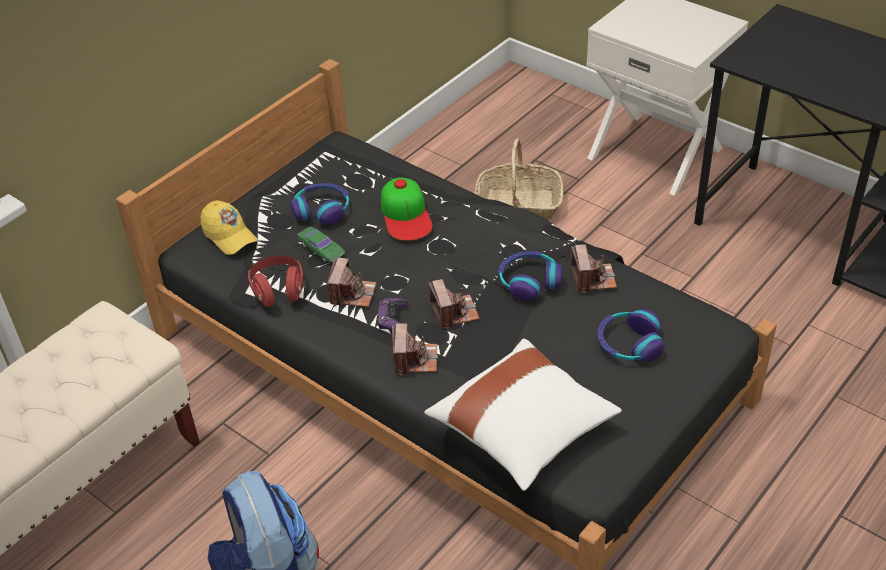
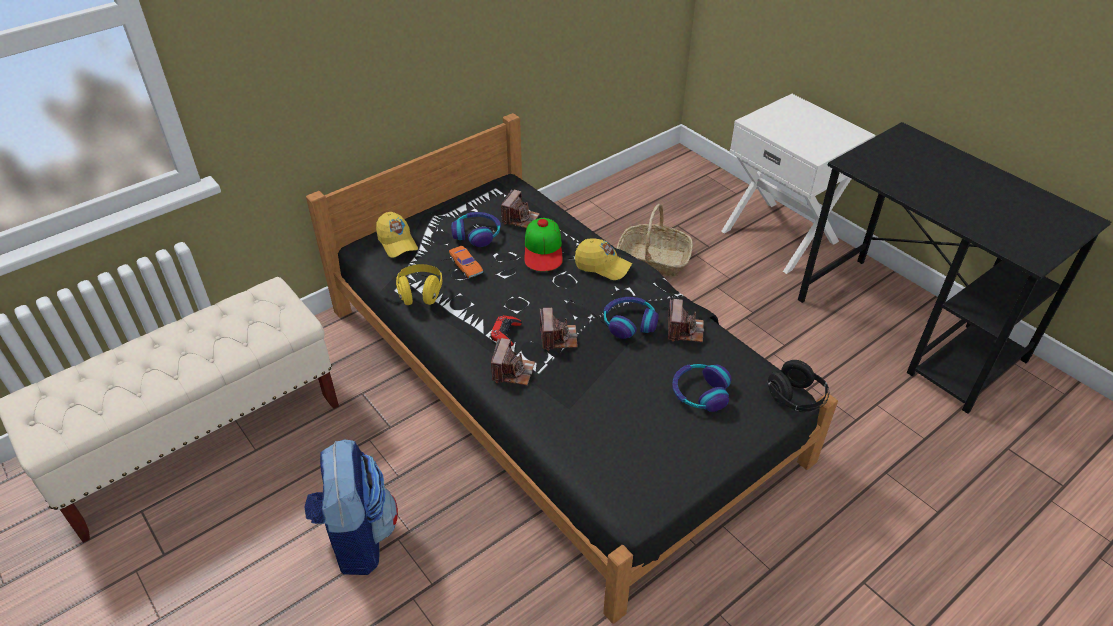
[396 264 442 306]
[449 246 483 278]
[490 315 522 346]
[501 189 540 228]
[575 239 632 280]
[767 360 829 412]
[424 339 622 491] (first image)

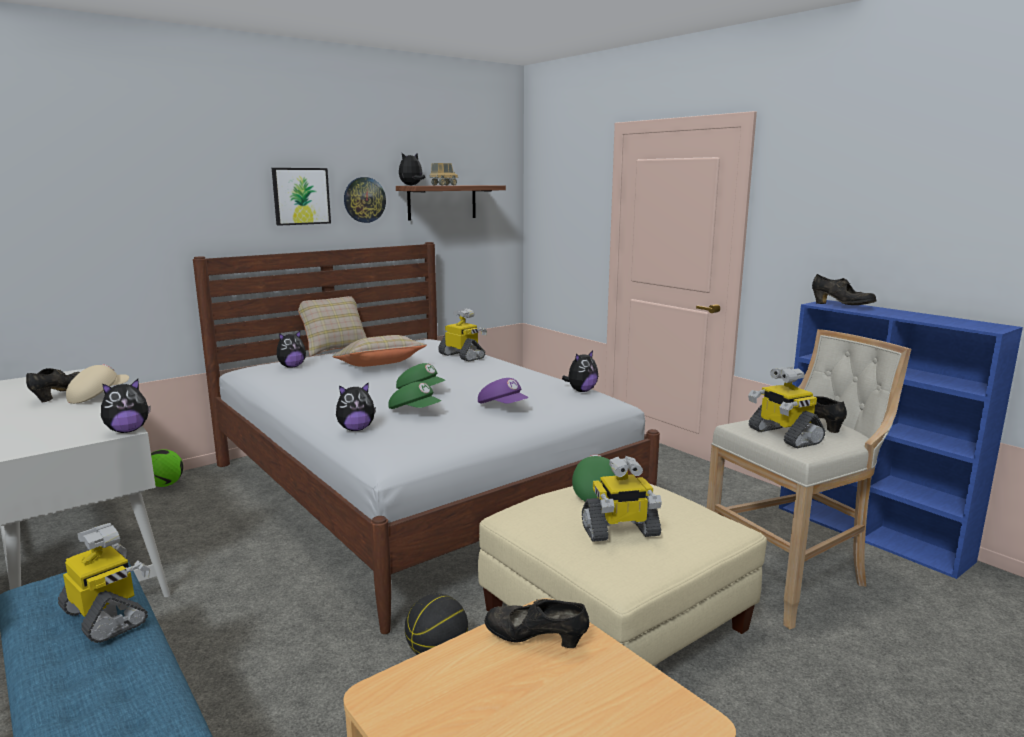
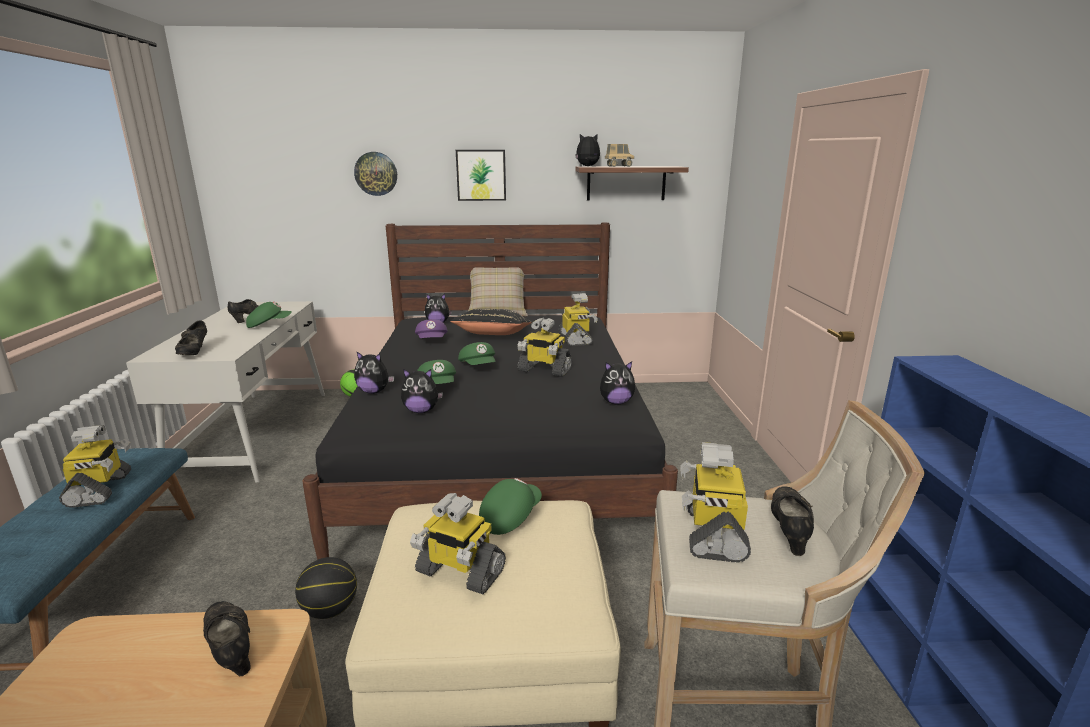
[175 320 207 355]
[246 302 292 328]
[302 222 678 560]
[354 152 397 196]
[401 369 443 413]
[415 319 448 338]
[450 309 532 335]
[517 317 572 377]

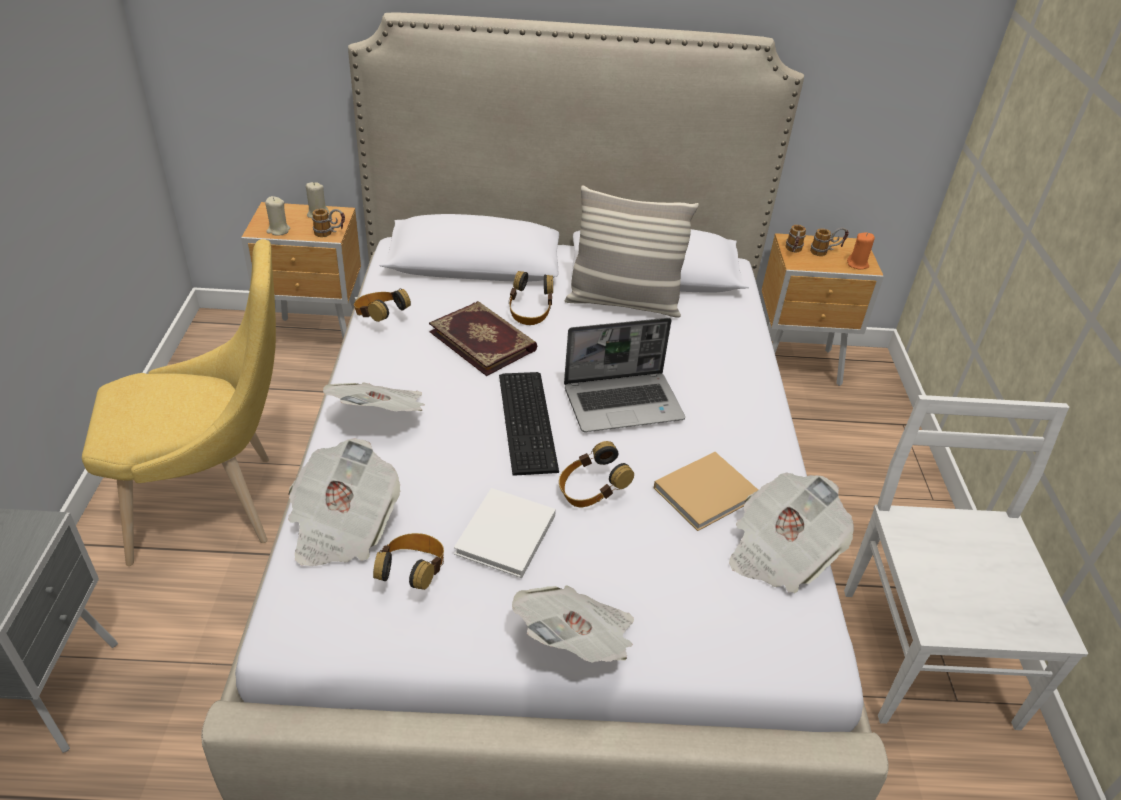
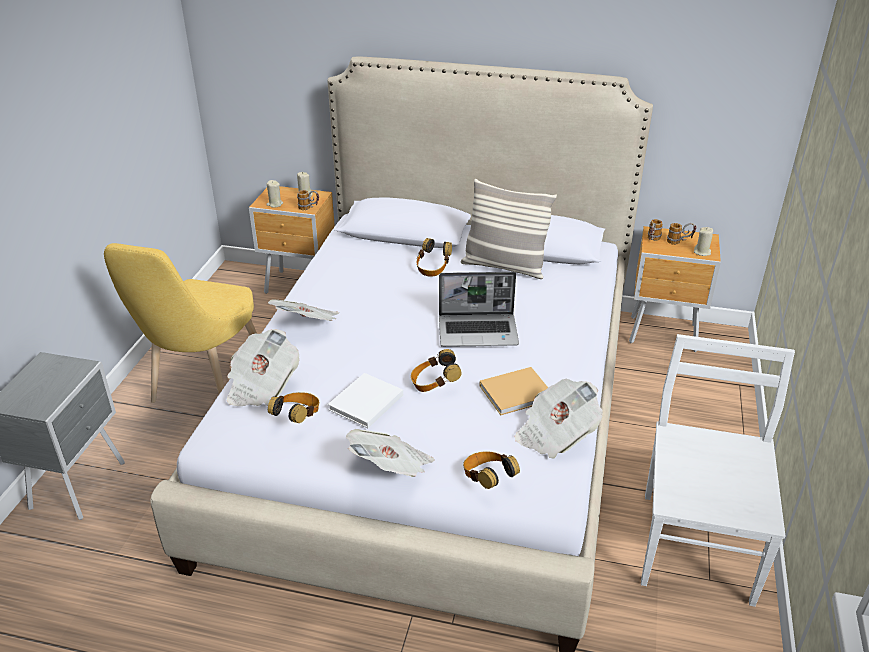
[104 243 257 403]
[463 451 520 489]
[694 227 713 256]
[429 301 537 376] (first image)
[499 372 559 476] (first image)

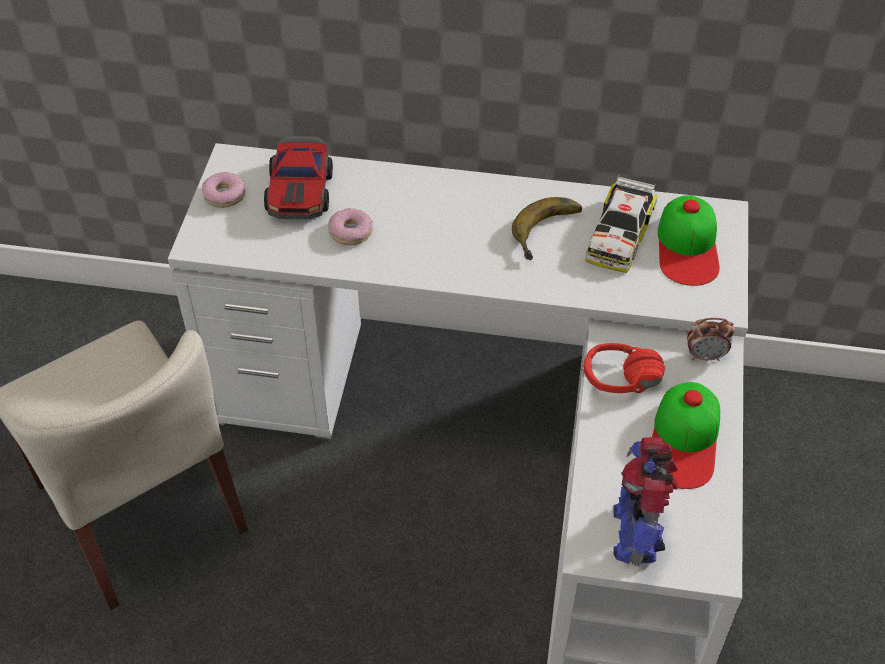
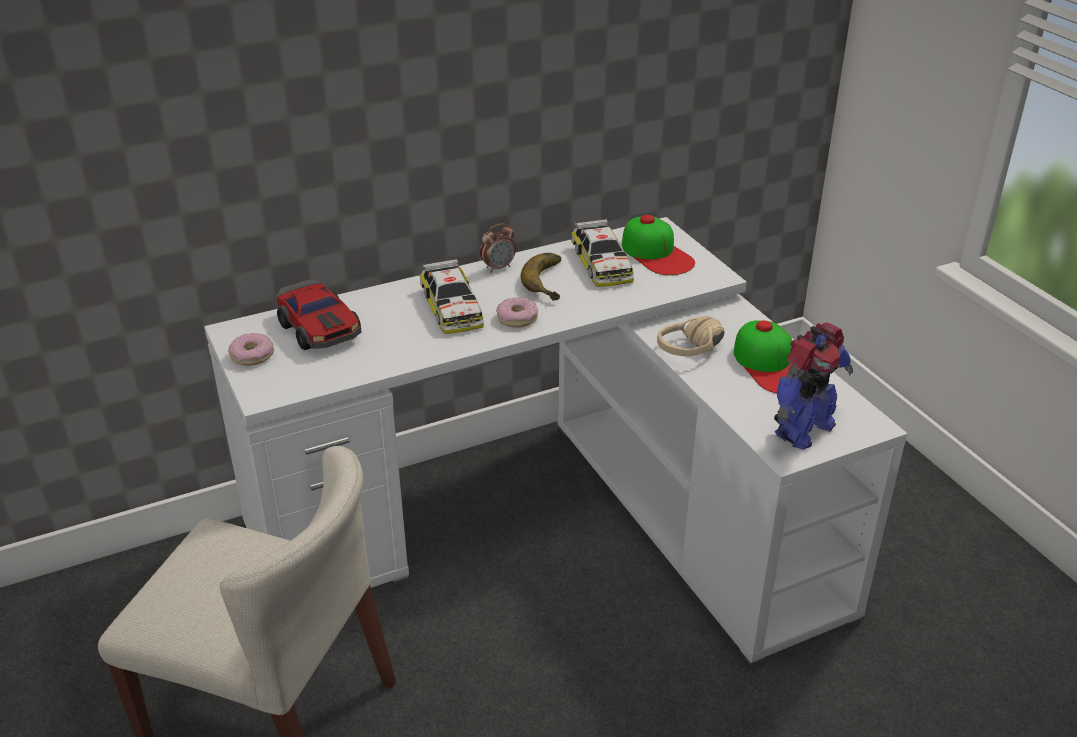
[420 258 484 334]
[480 223 516 273]
[496 297 538 327]
[657 316 725 357]
[774 322 853 450]

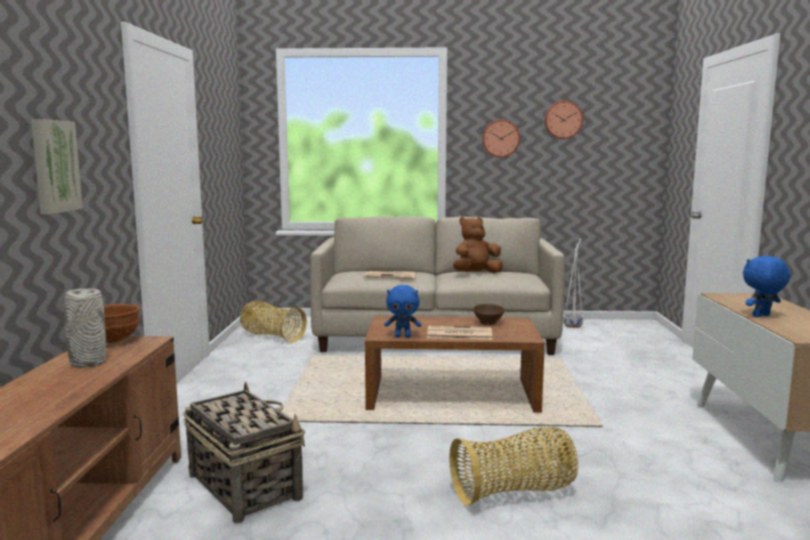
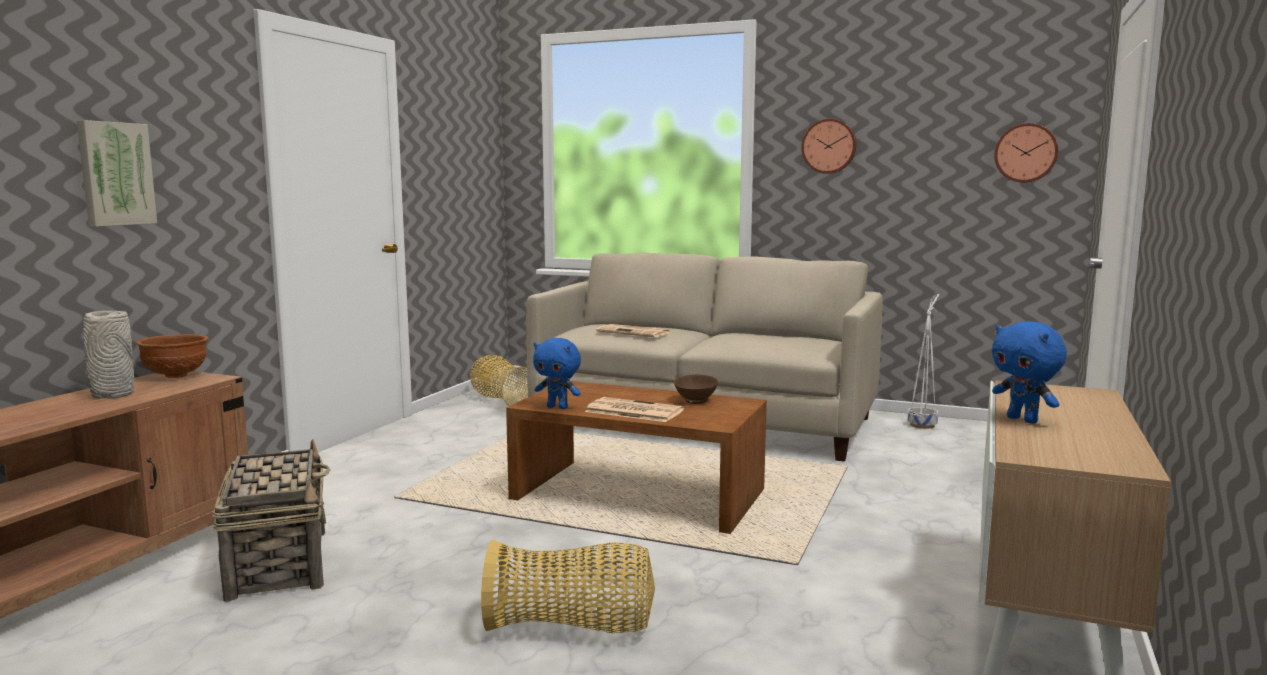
[992 321 1067 424]
[994 123 1058 182]
[453 217 503 273] (first image)

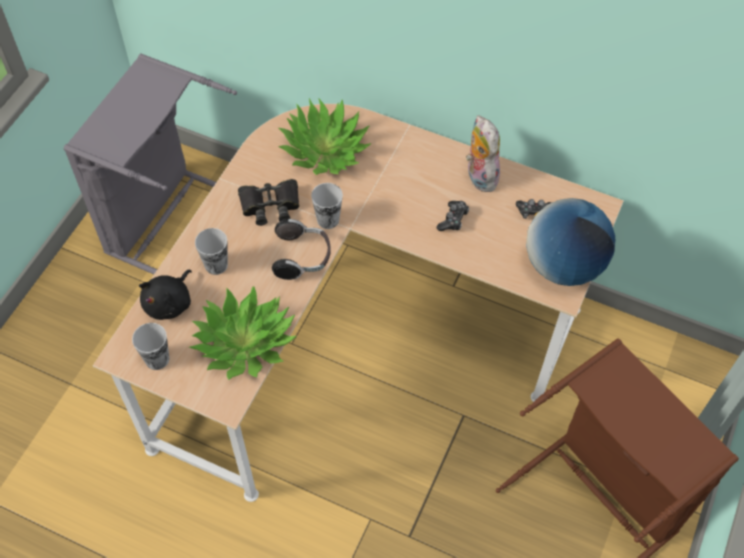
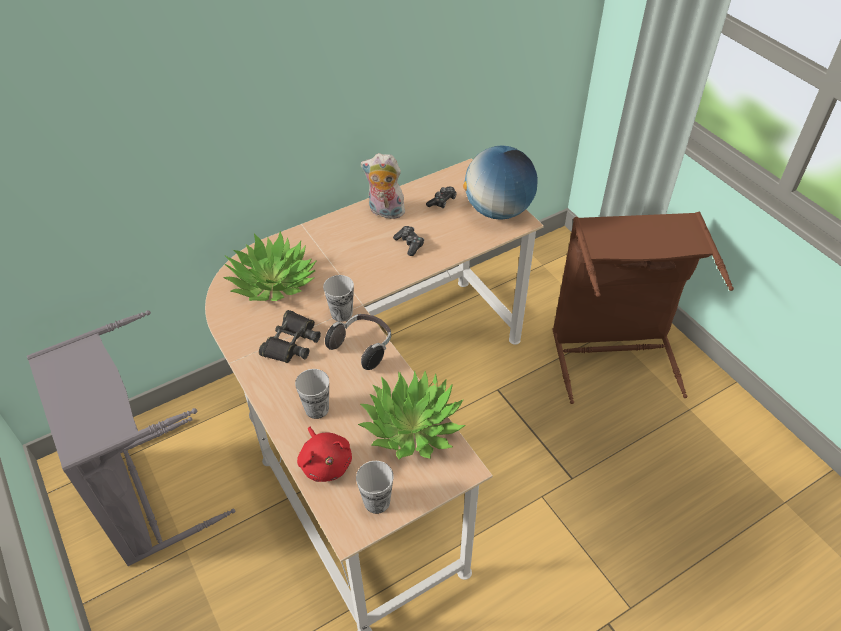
[297 427 352 482]

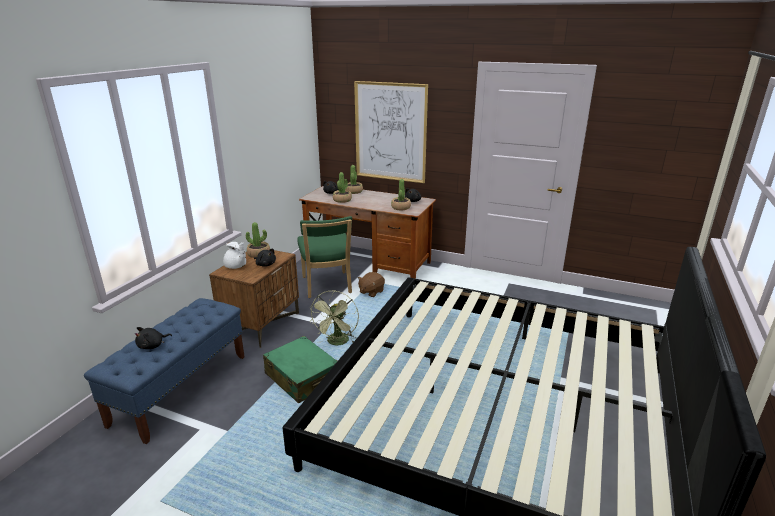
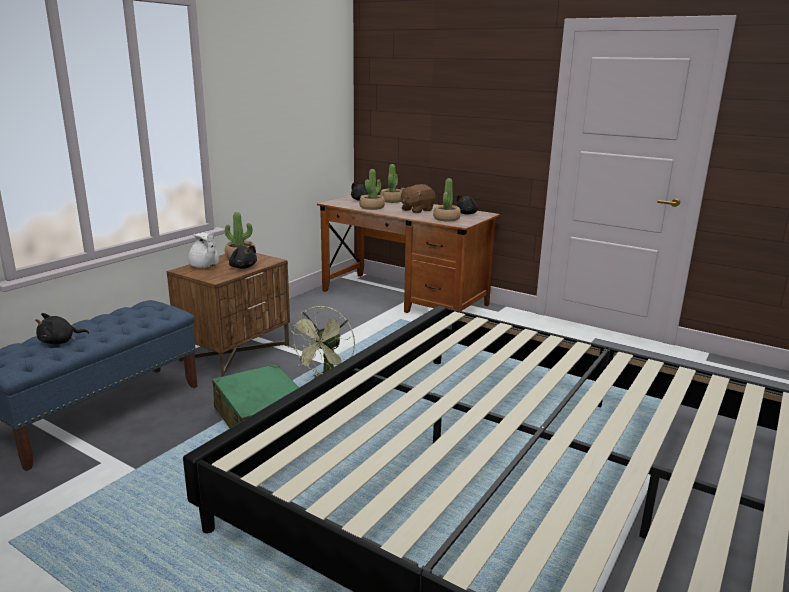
[401 184 435 213]
[297 216 352 298] (first image)
[354 81 428 183] (first image)

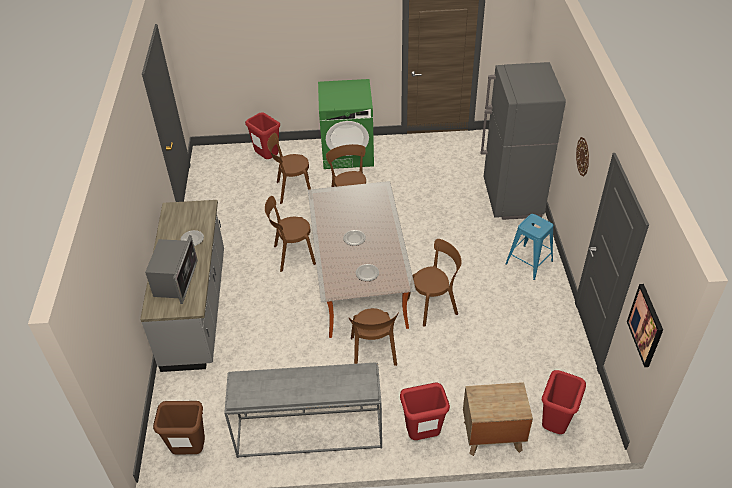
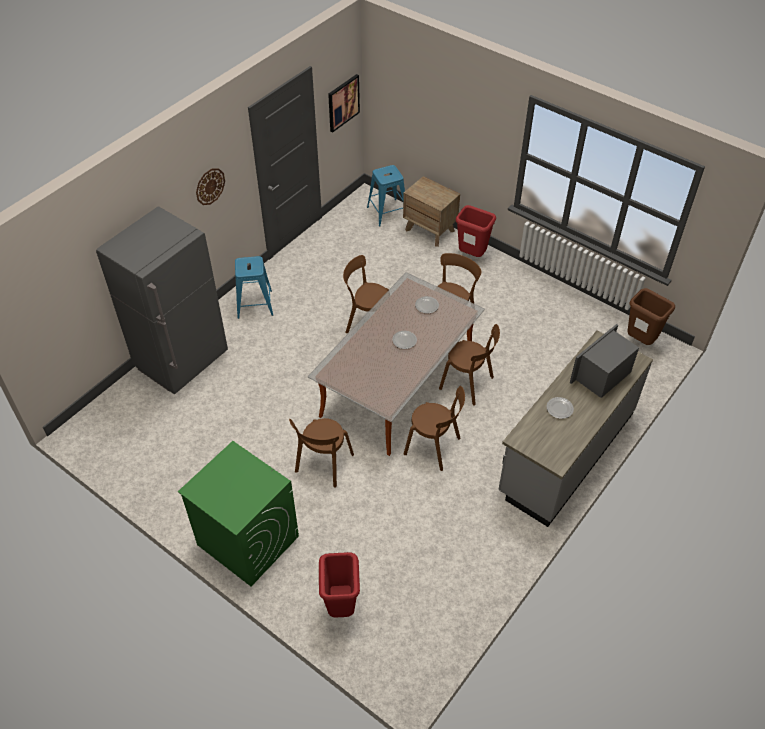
[367 165 405 227]
[439 324 500 405]
[224 362 382 458] (first image)

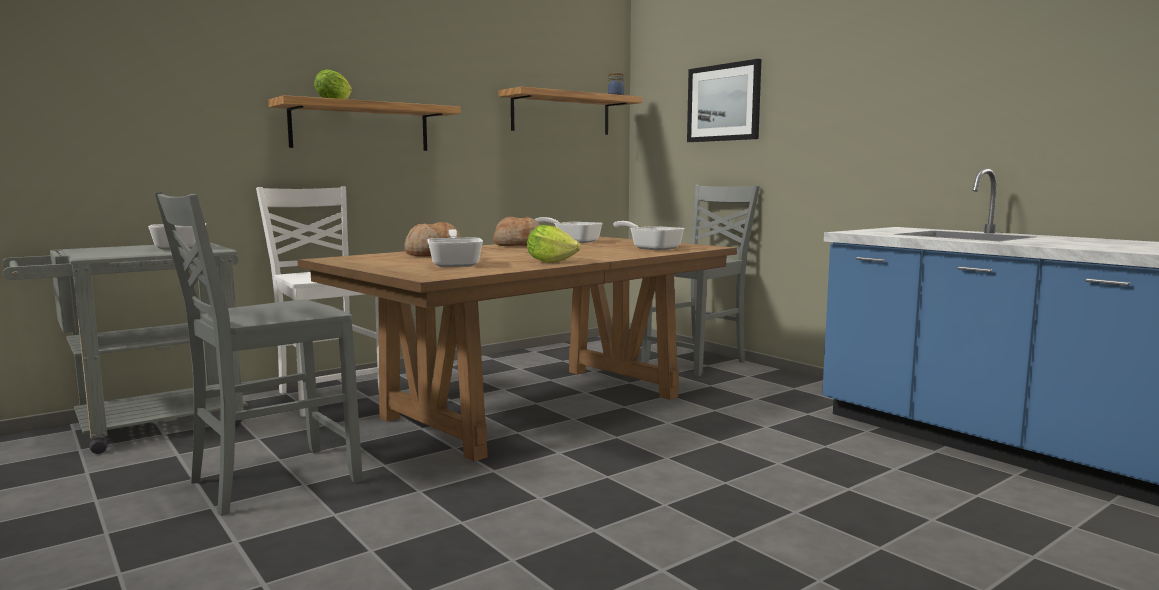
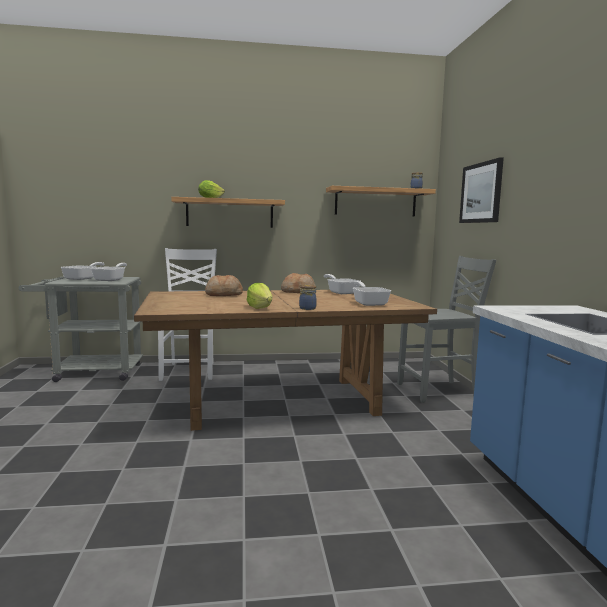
[61 262 105 280]
[299 285 317 310]
[155 192 362 516] (first image)

